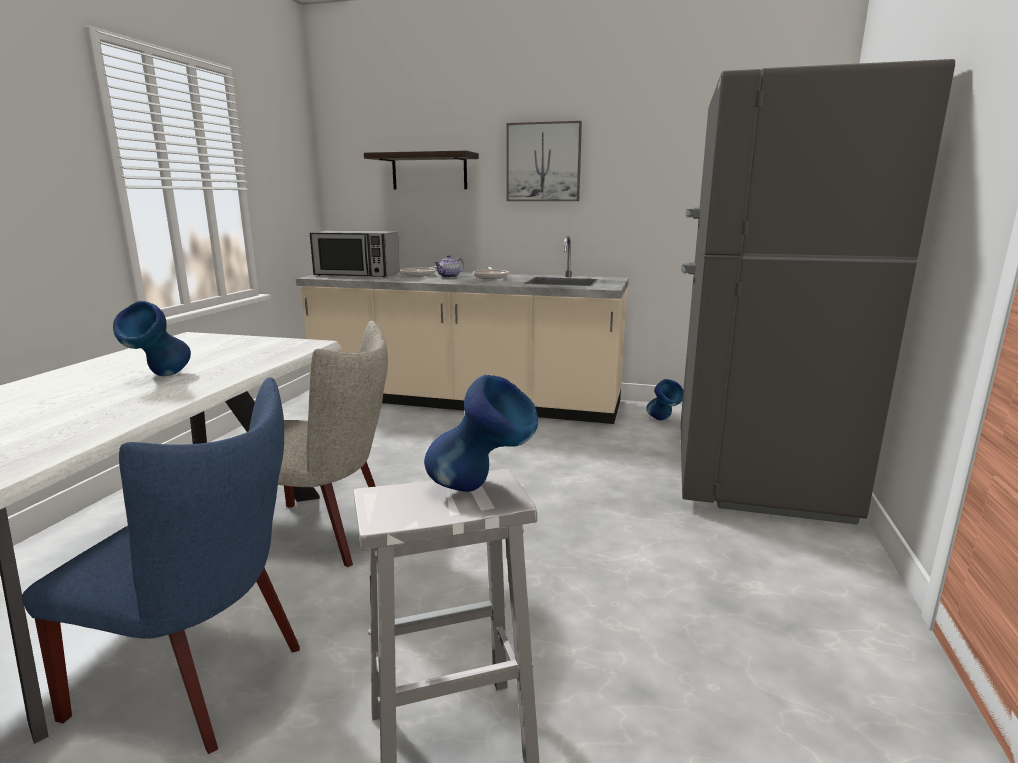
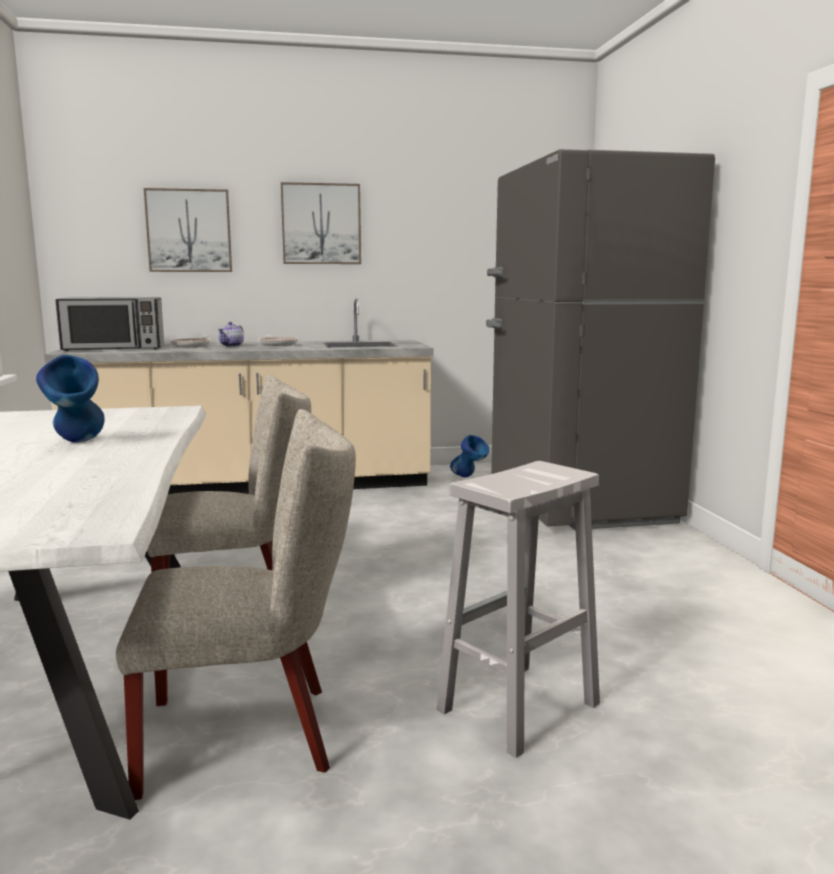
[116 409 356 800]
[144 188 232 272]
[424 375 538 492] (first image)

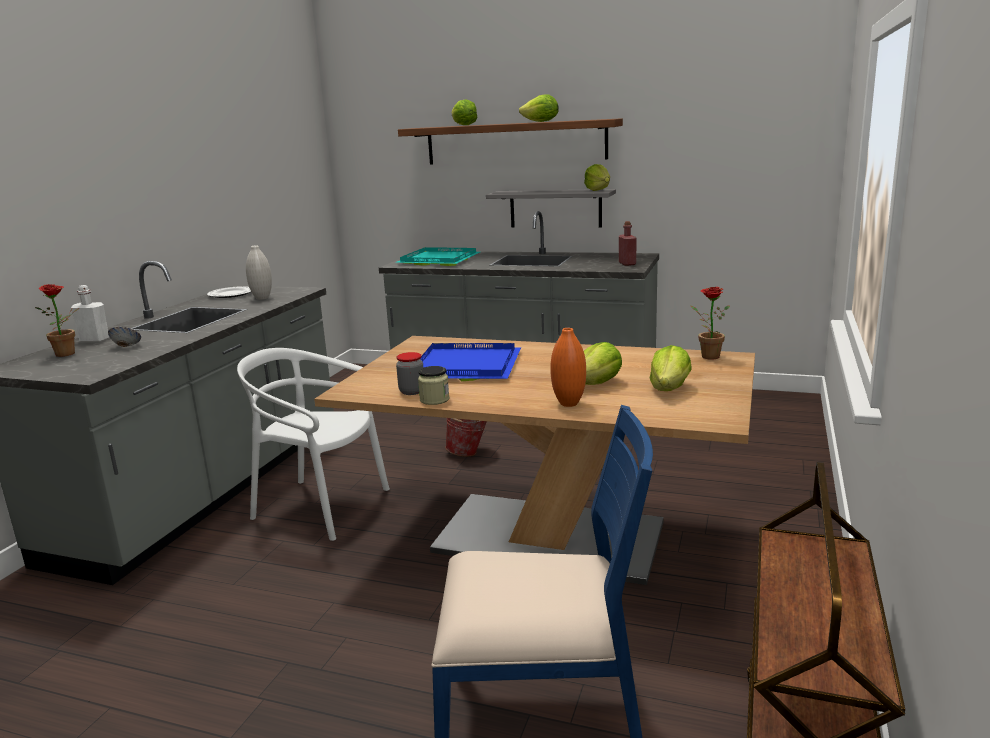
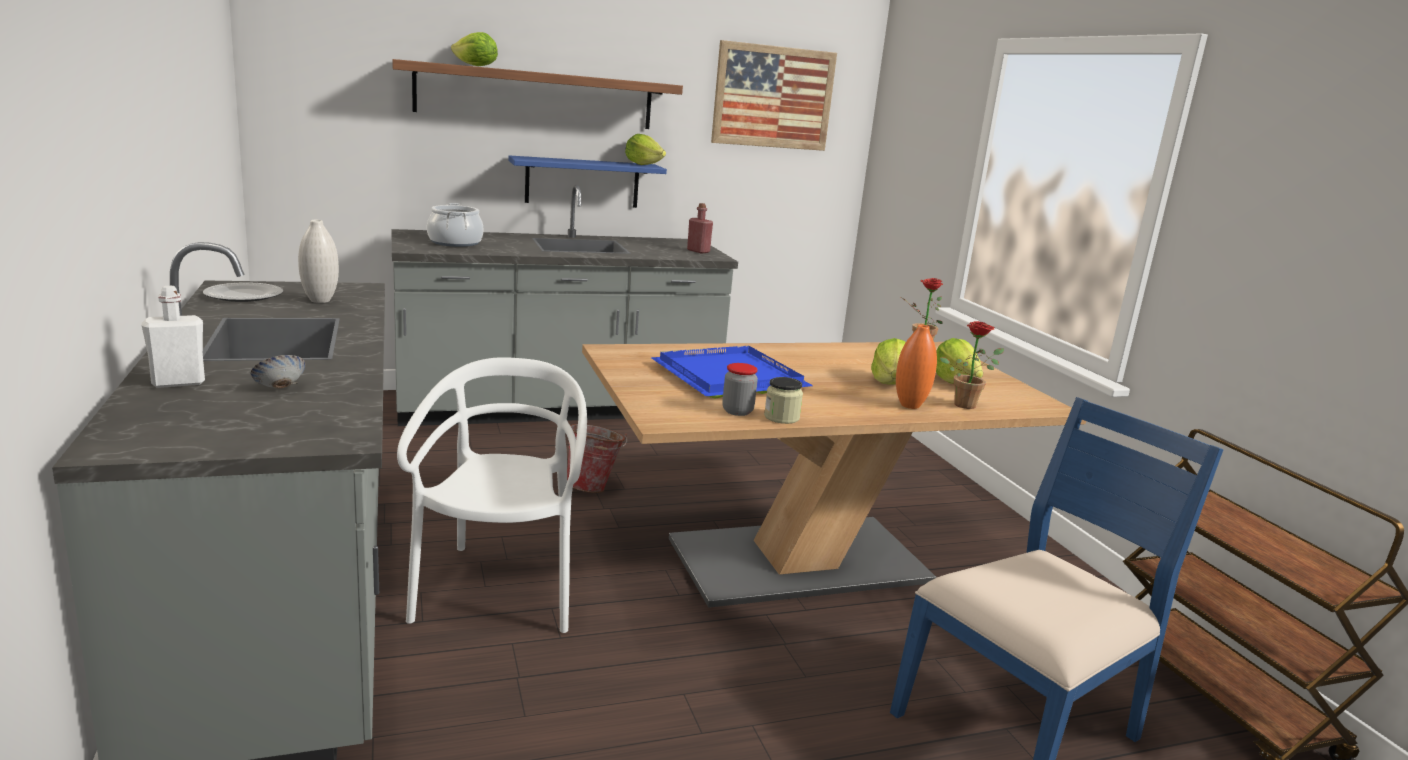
[397 357 587 633]
[427 203 483 247]
[508 155 667 208]
[711 40 837 151]
[940 321 1004 409]
[519 94 559 122] (first image)

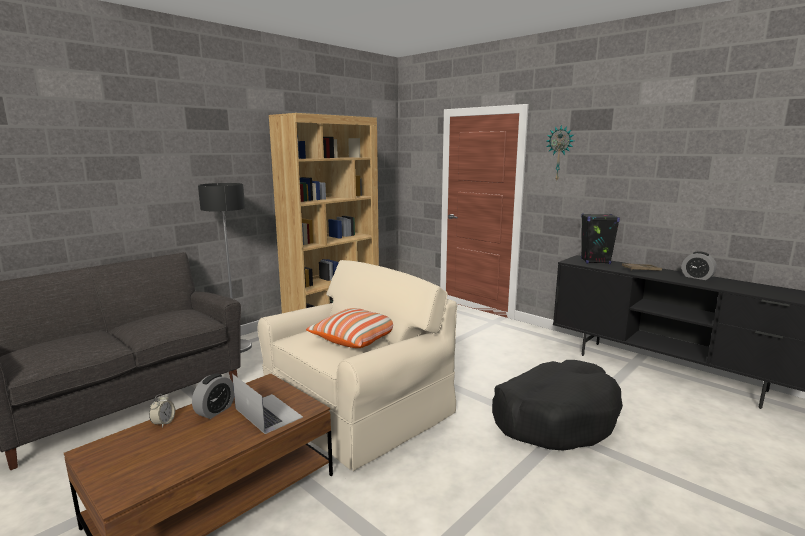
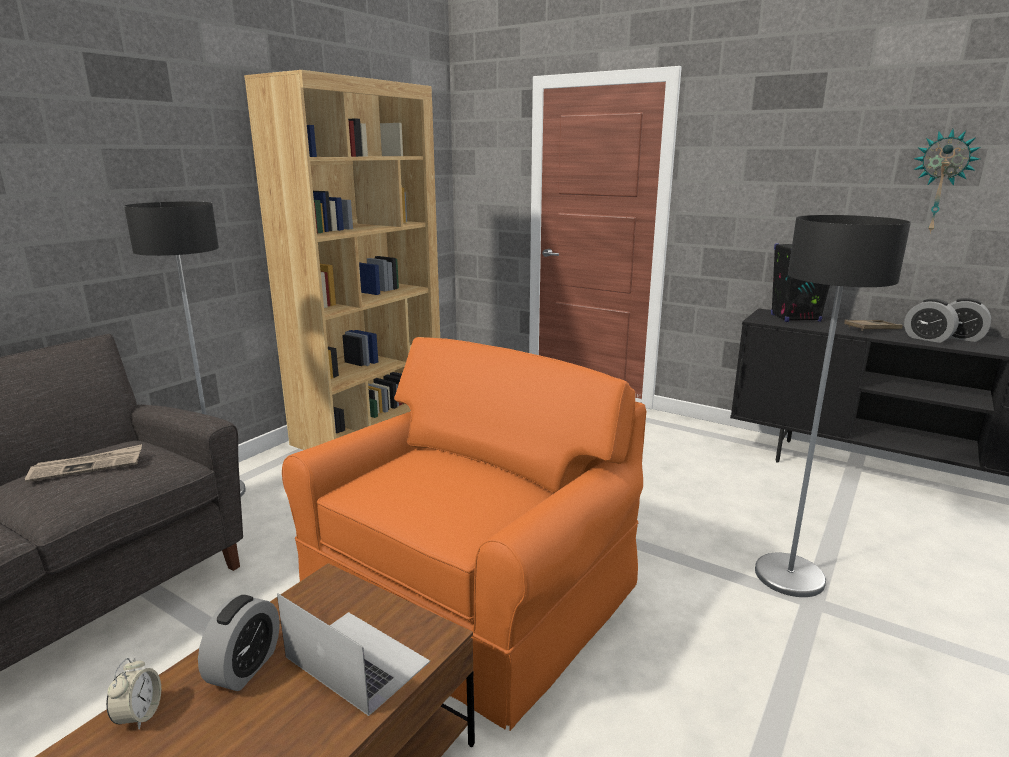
[25 444 142 482]
[282 337 647 731]
[755 215 911 597]
[904 299 959 343]
[914 129 981 233]
[306 308 393 348] (first image)

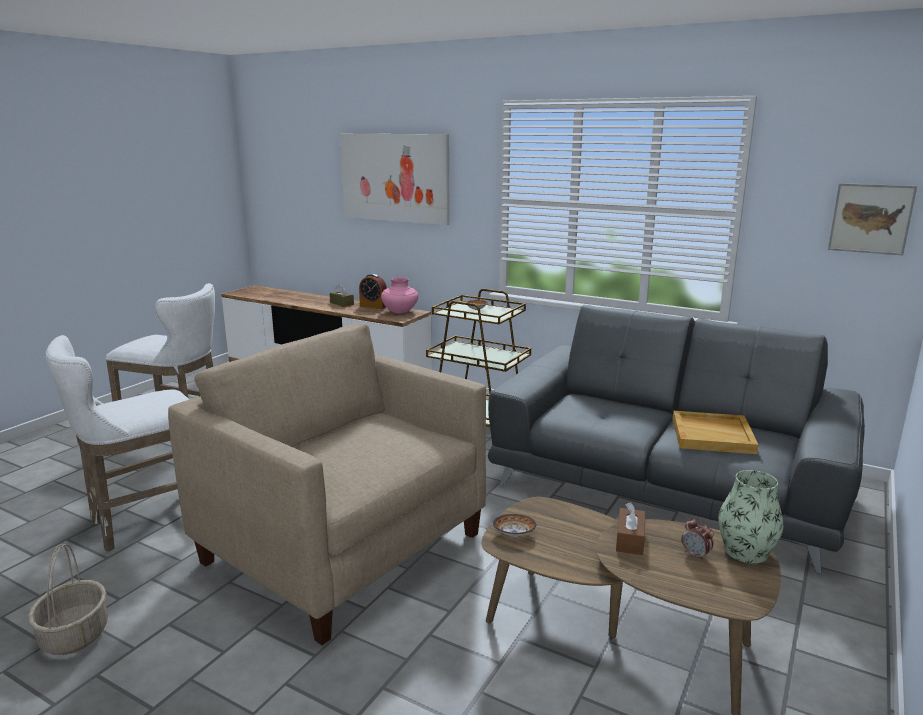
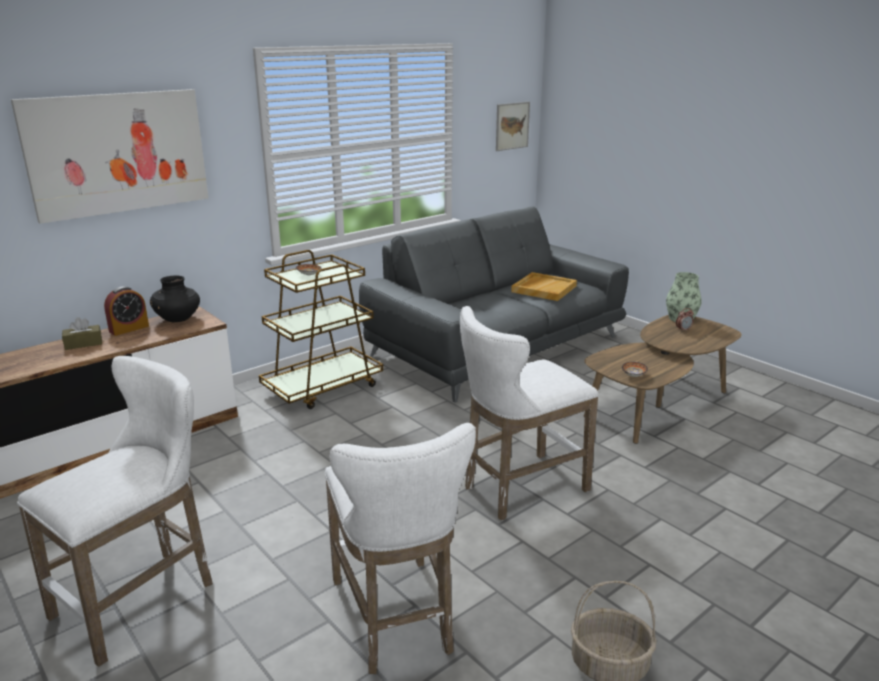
[150 275 200 322]
[460 306 599 521]
[616 502 645 555] (first image)

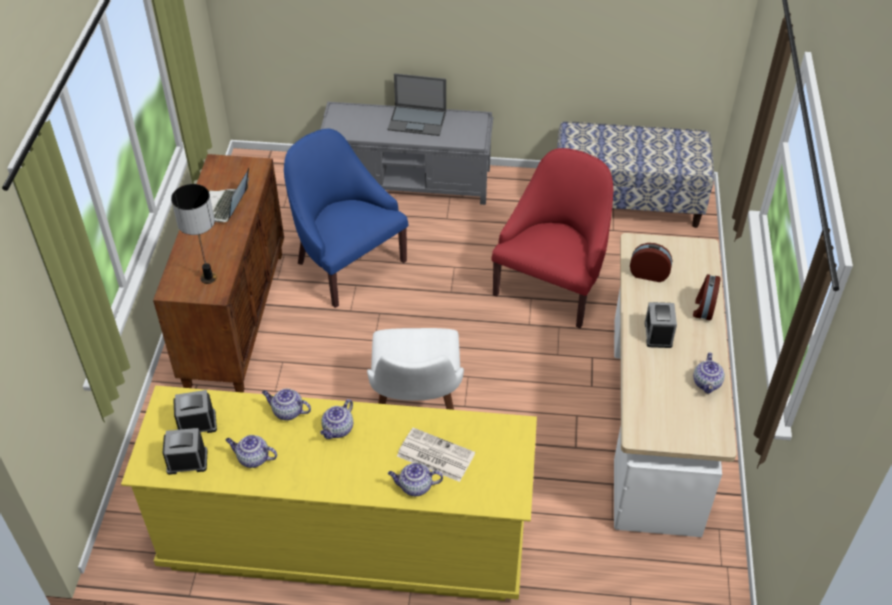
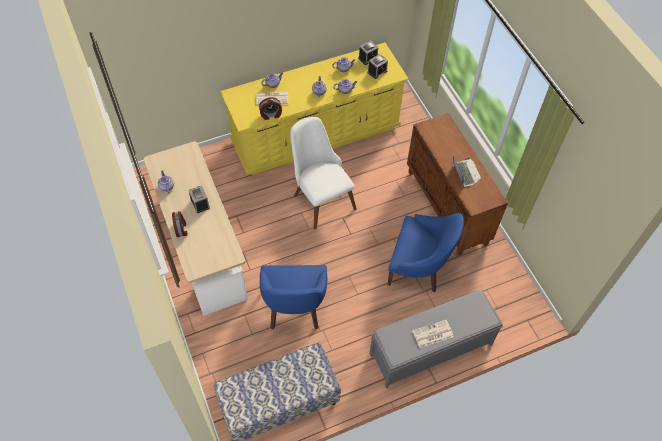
[259 97 282 120]
[260 265 328 329]
[412 320 454 348]
[171 184 217 284] (first image)

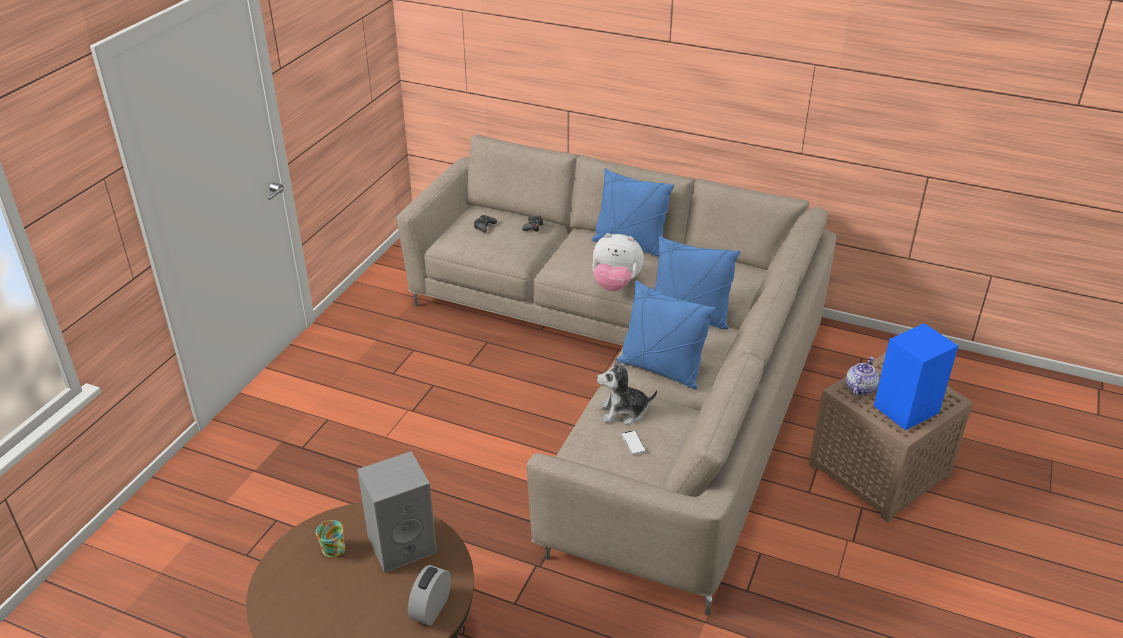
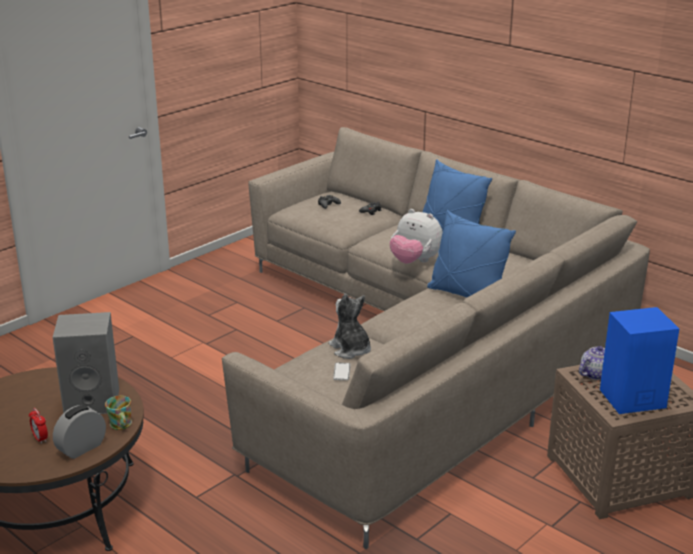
[29 408 48 444]
[105 395 132 430]
[329 294 371 359]
[618 280 716 389] (first image)

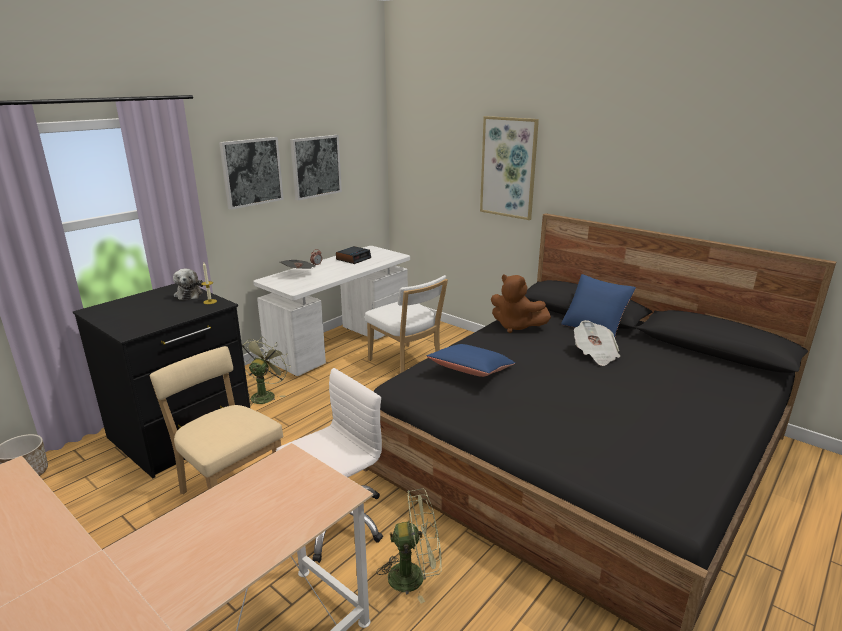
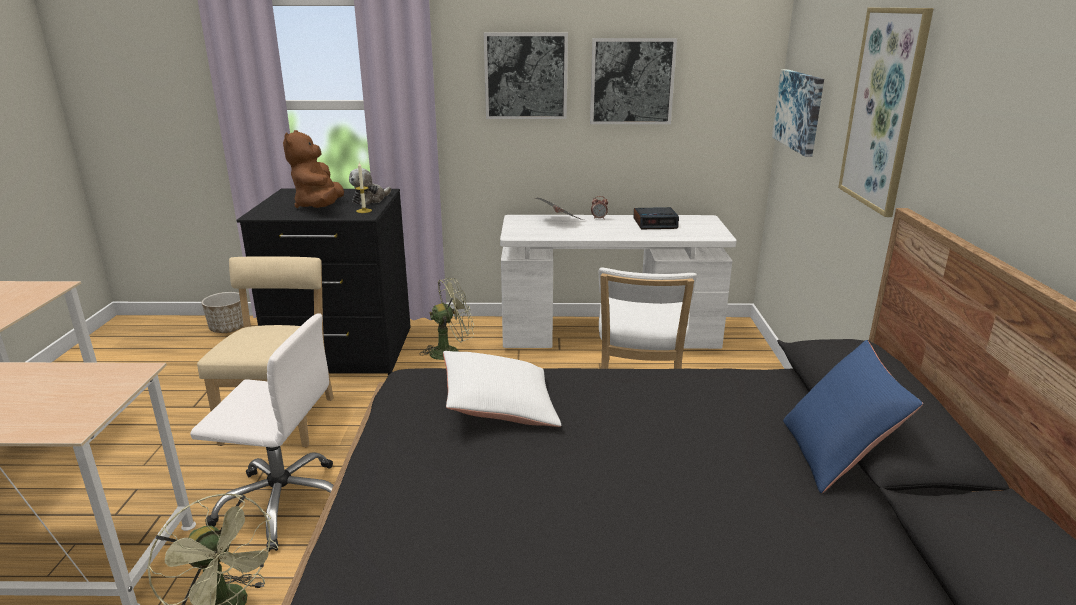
[283 130 344 208]
[443 351 561 427]
[772 69 824 157]
[574 320 620 366] (first image)

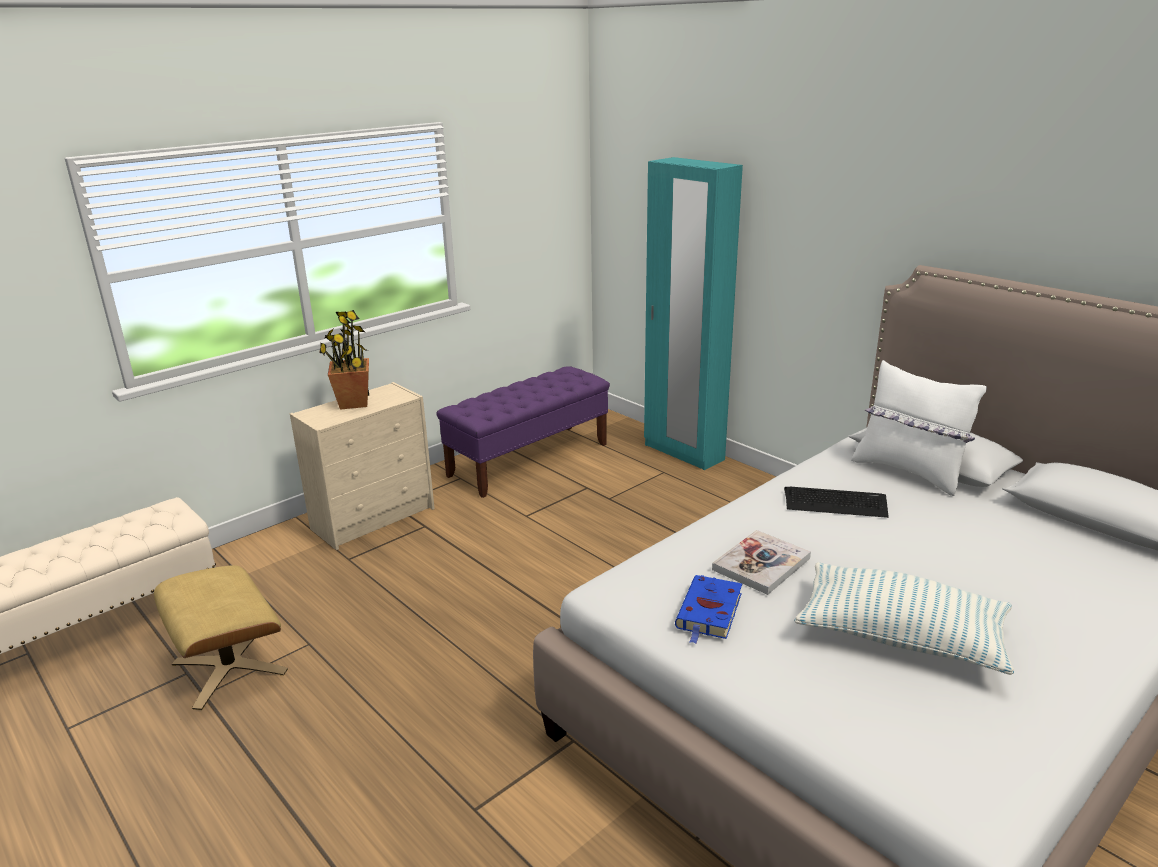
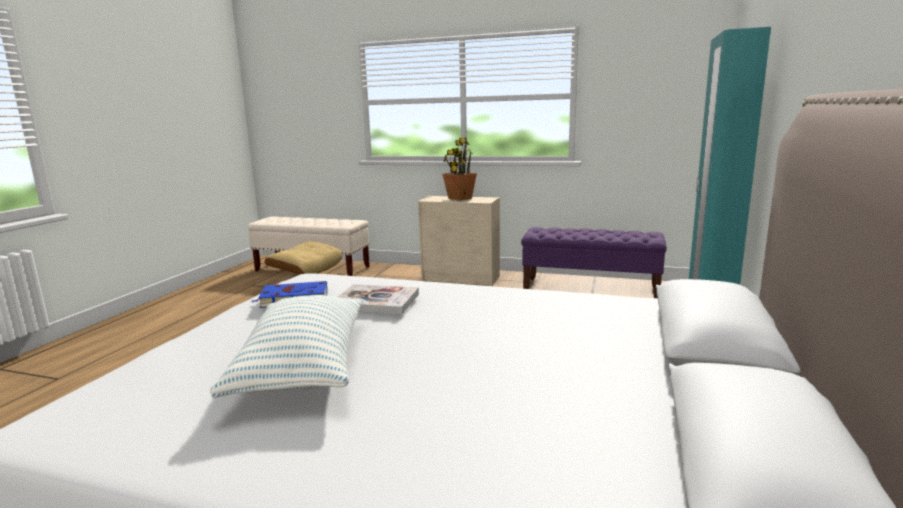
[784 487 889 518] (first image)
[851 360 987 496] (first image)

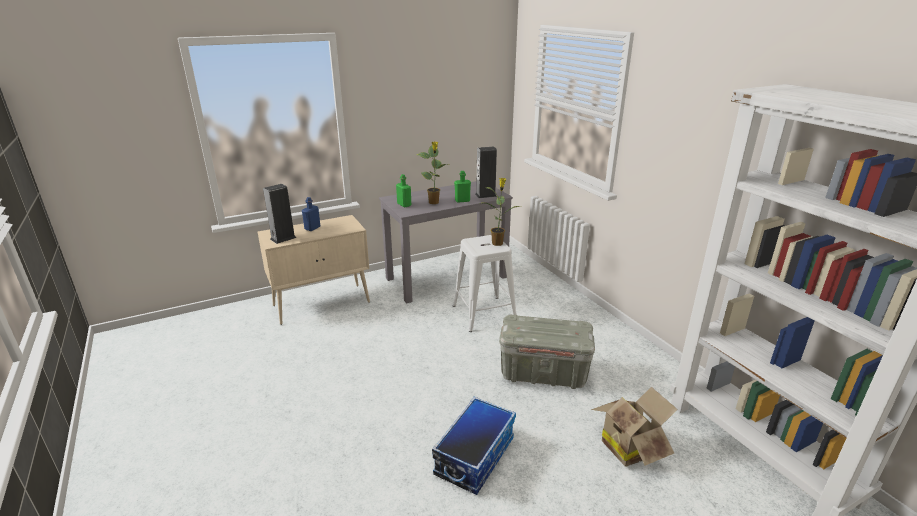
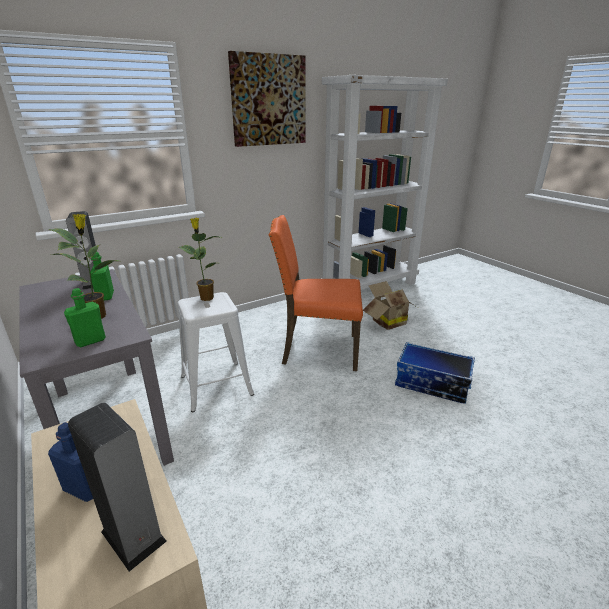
[228 51 305 147]
[269 215 363 371]

